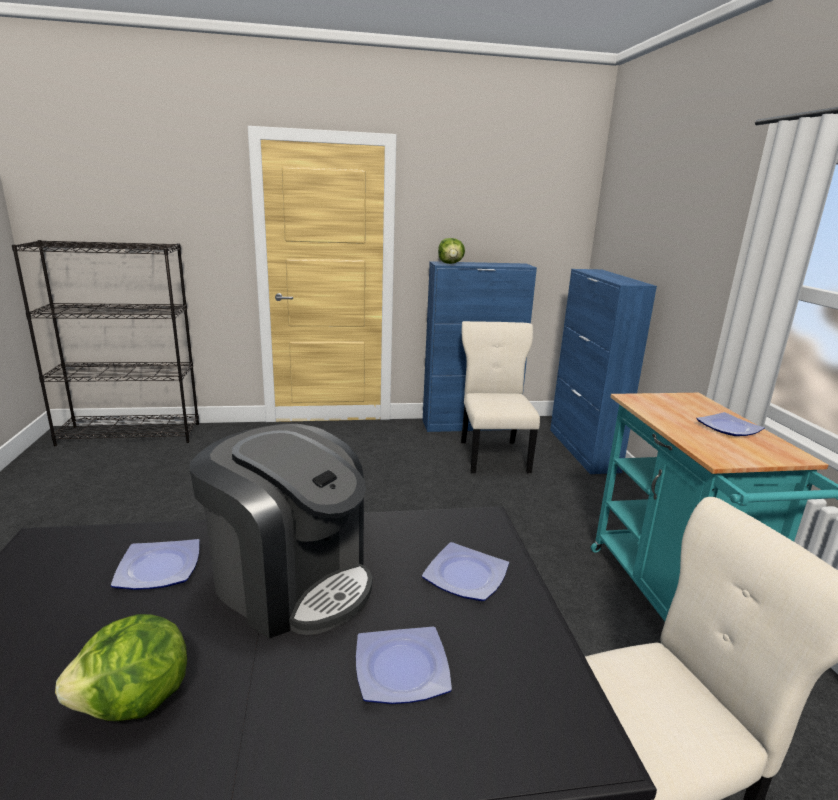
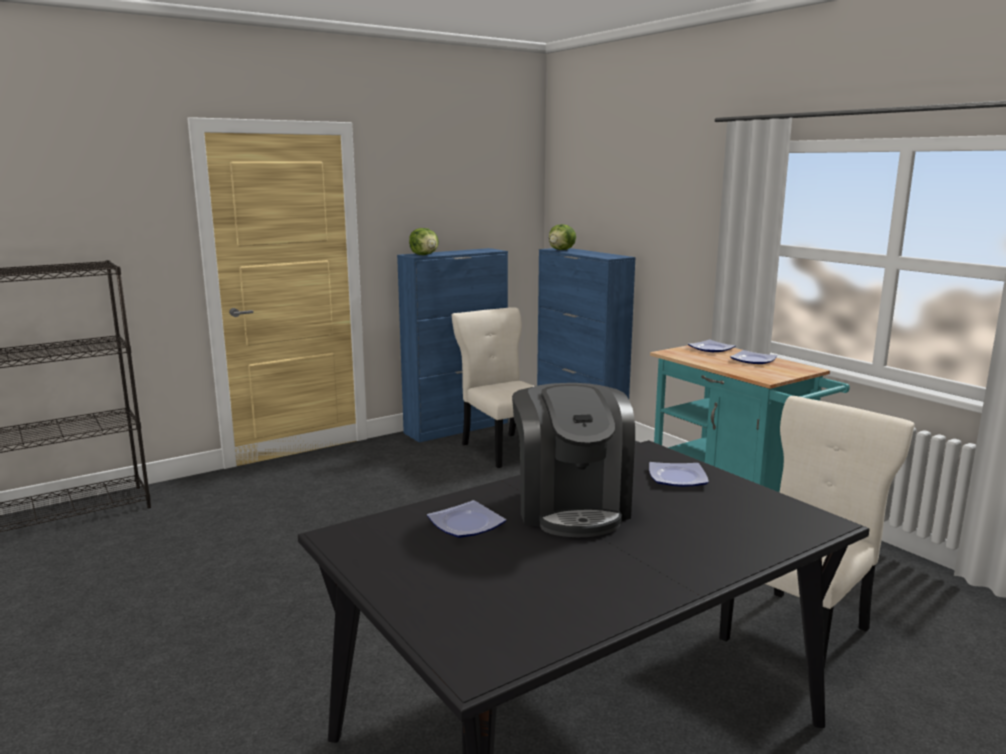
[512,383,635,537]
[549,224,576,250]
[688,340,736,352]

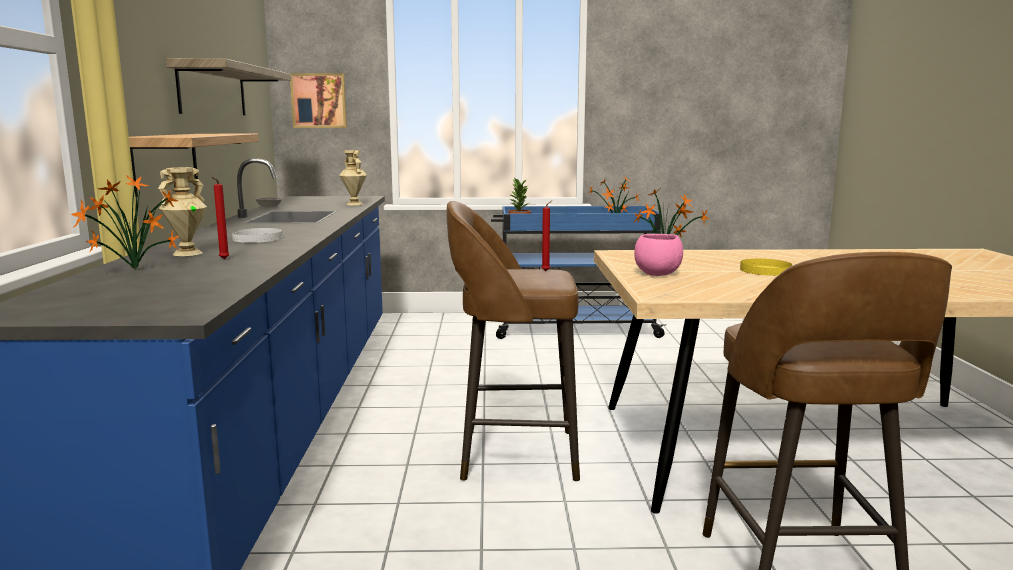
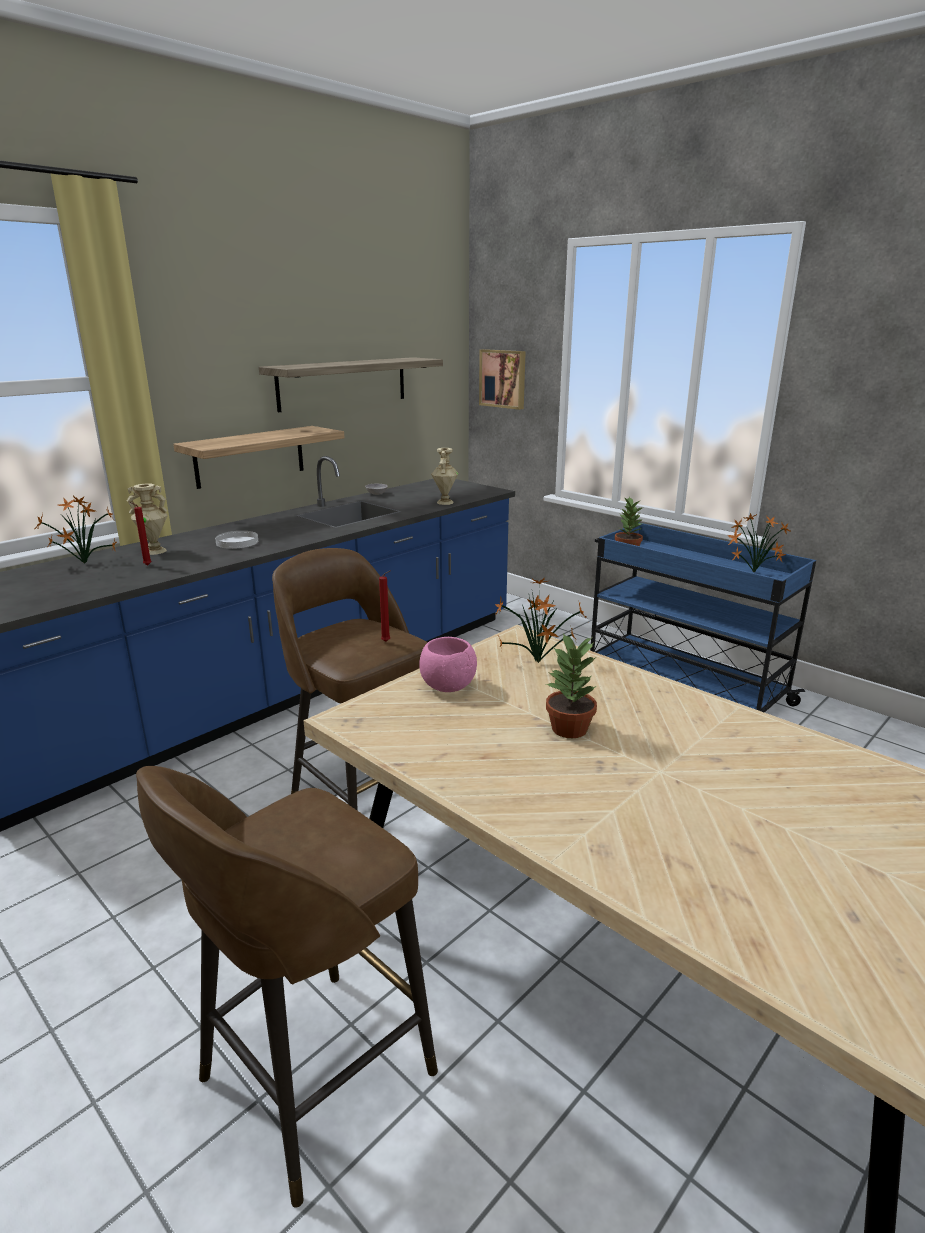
[546,633,597,738]

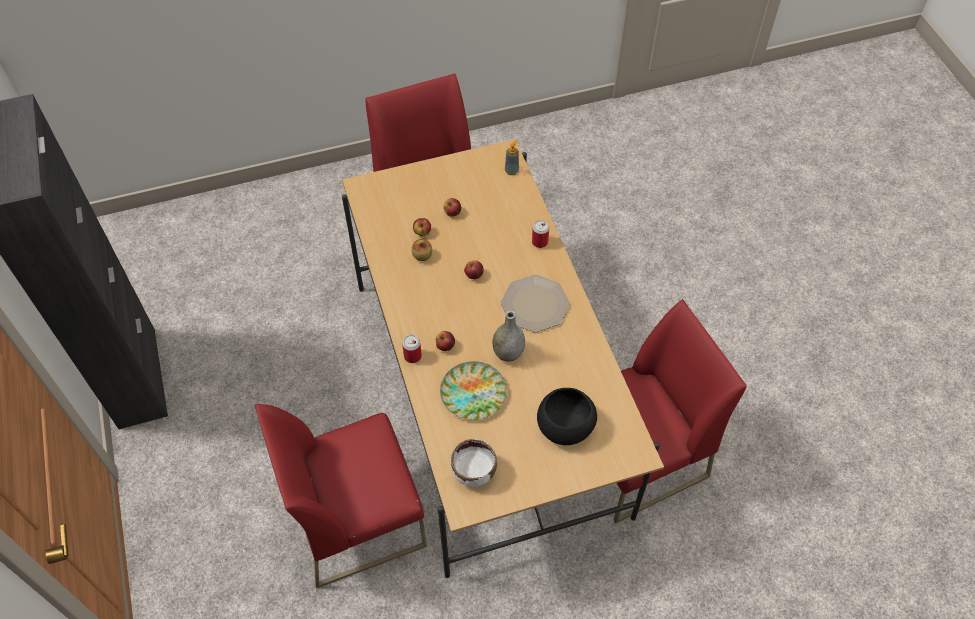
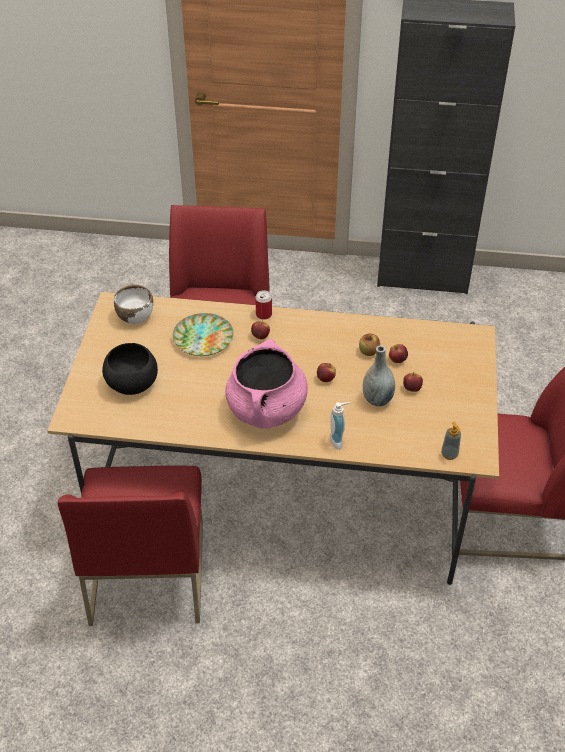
[225,339,308,429]
[330,402,350,450]
[363,345,395,406]

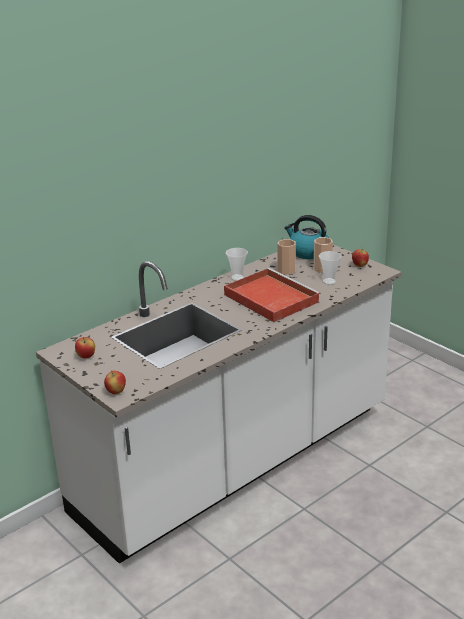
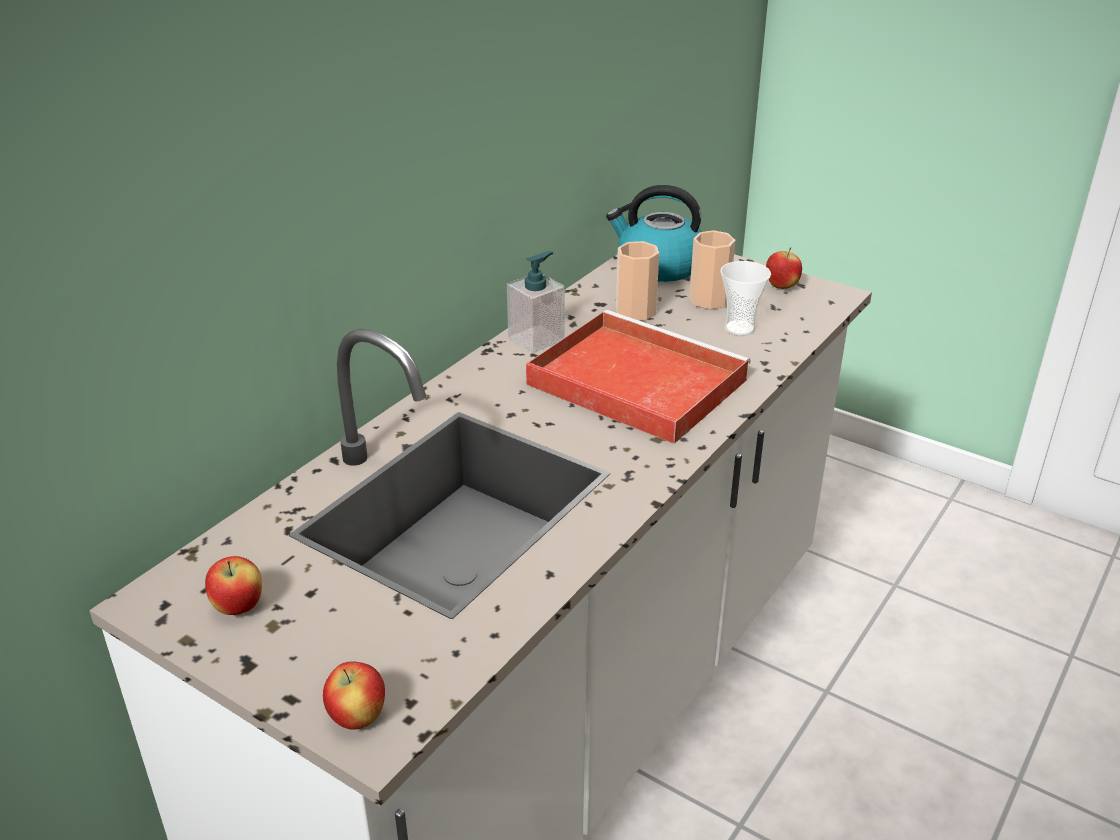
[507,251,565,353]

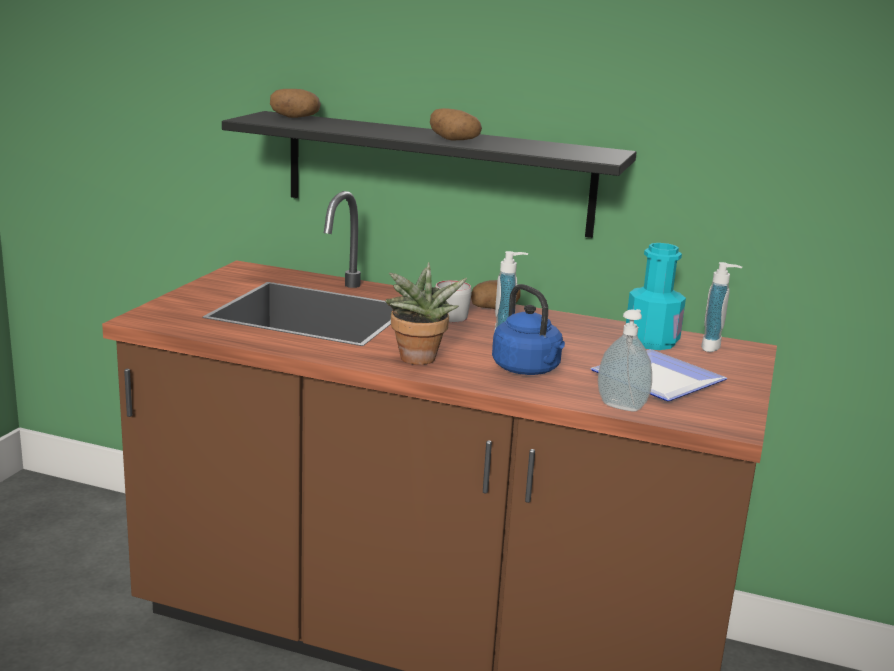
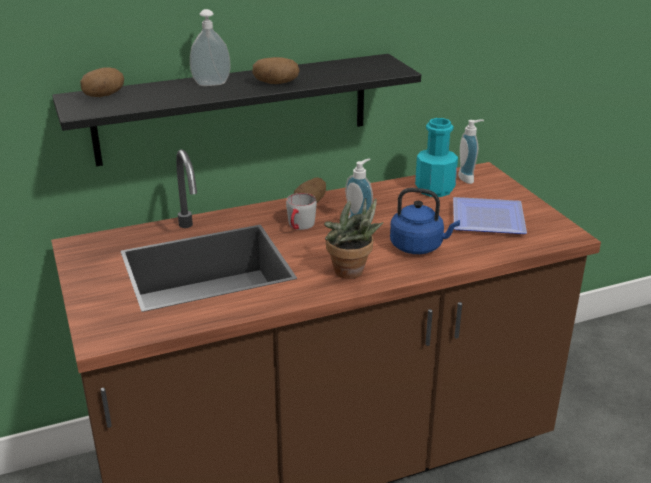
[190,9,231,86]

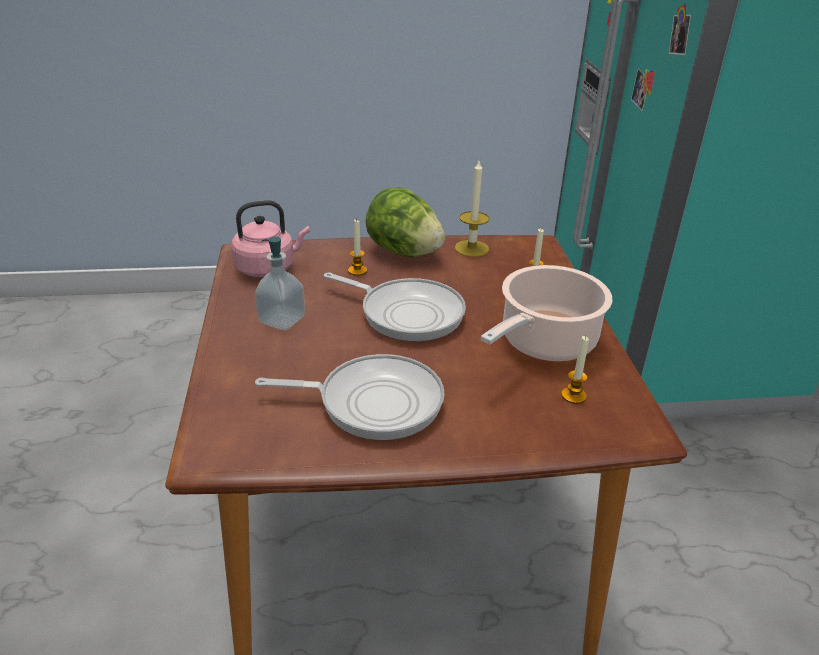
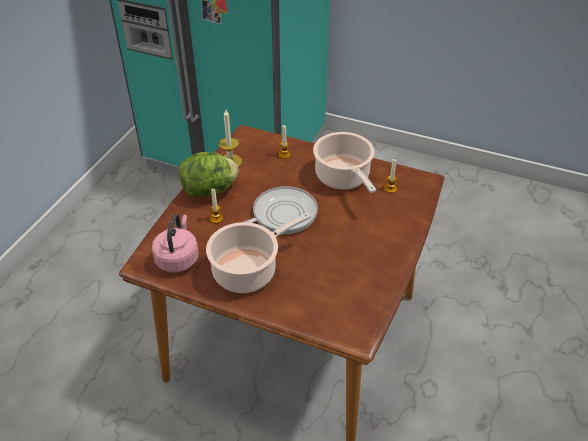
[206,212,311,293]
[255,354,445,440] (first image)

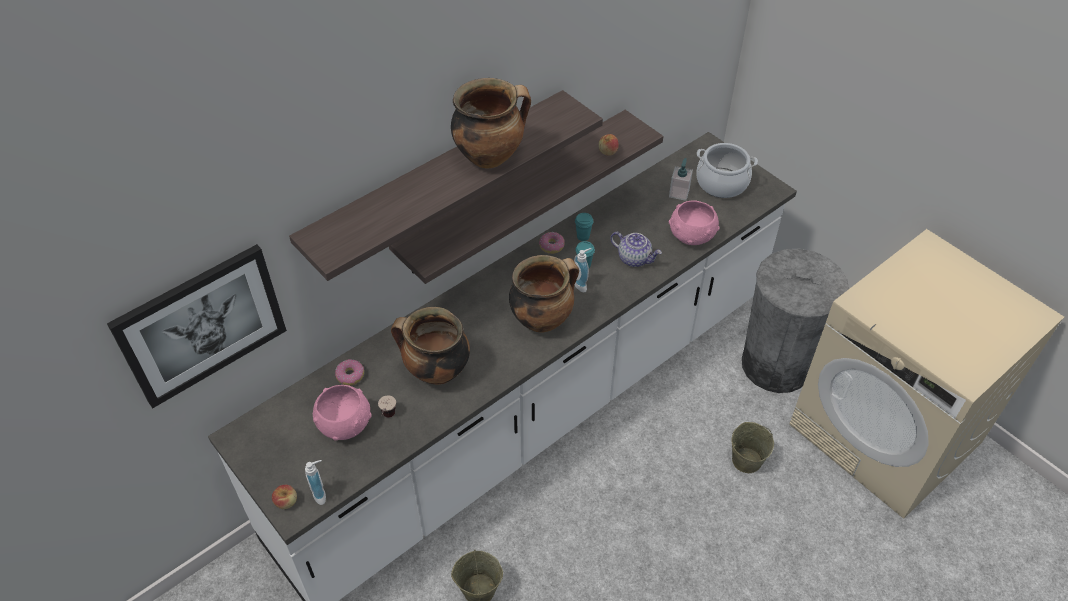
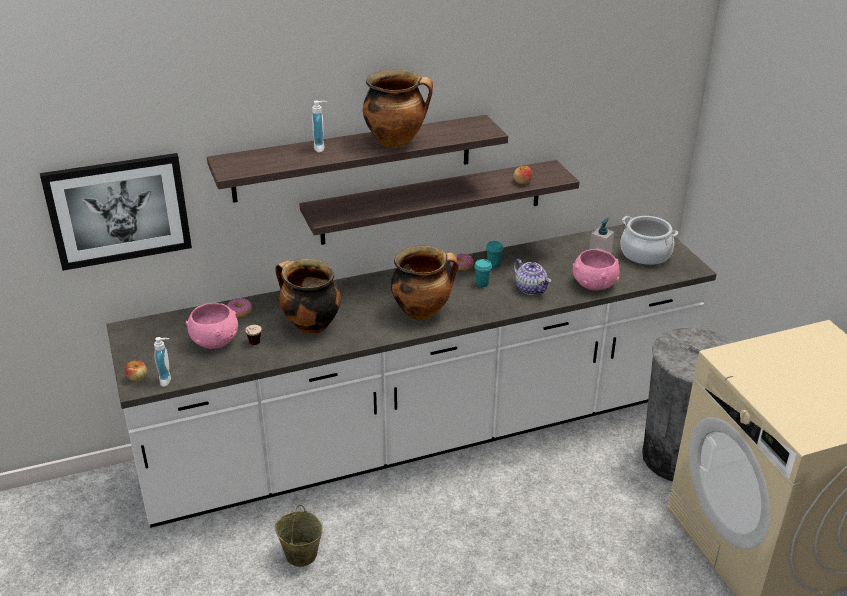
[312,101,327,153]
[731,422,774,473] (first image)

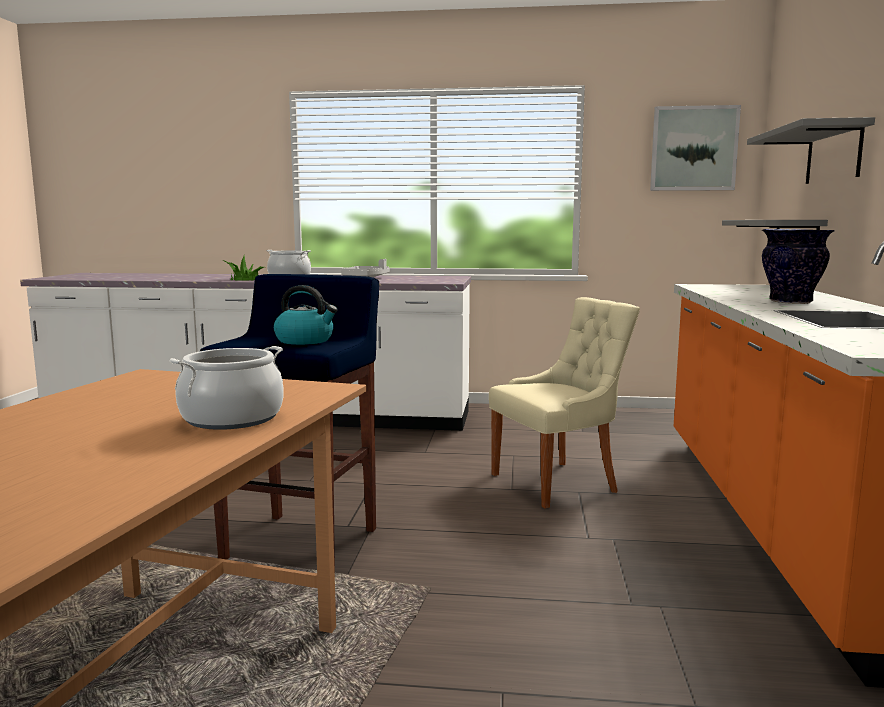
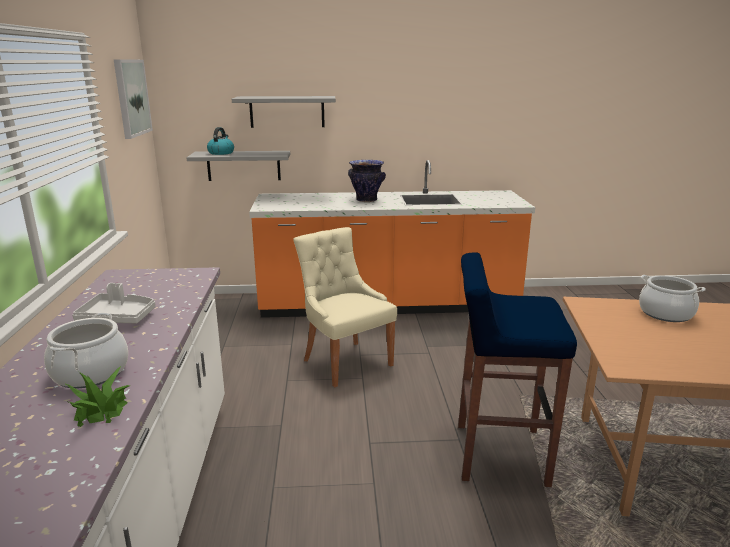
[207,127,234,155]

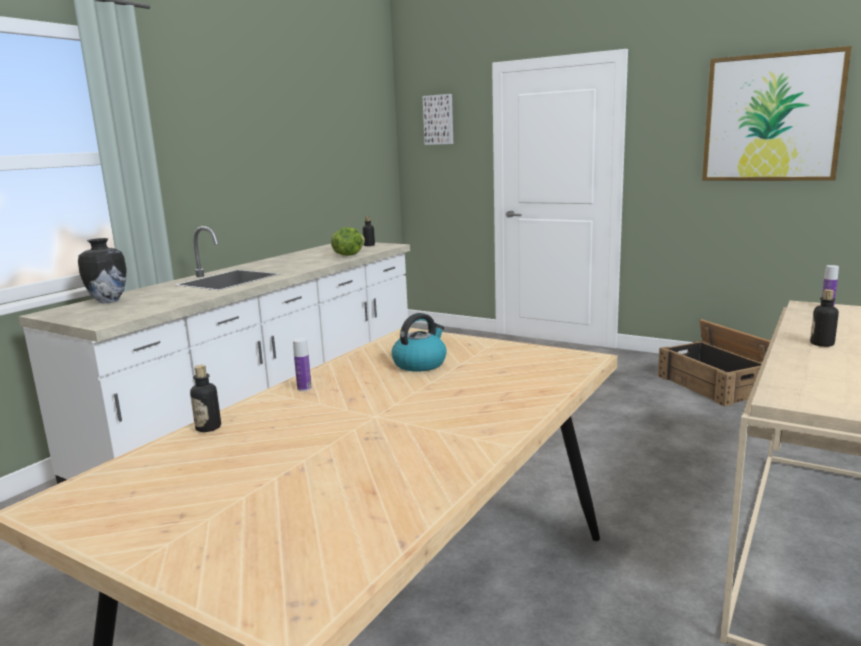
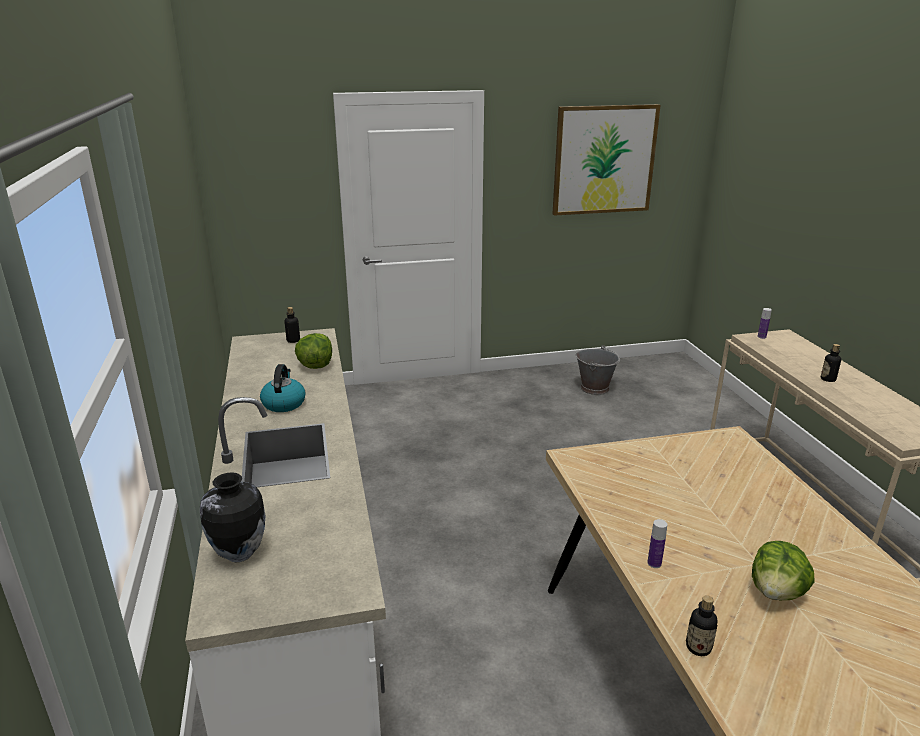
[260,364,305,412]
[575,345,620,395]
[752,541,815,600]
[423,94,453,145] (first image)

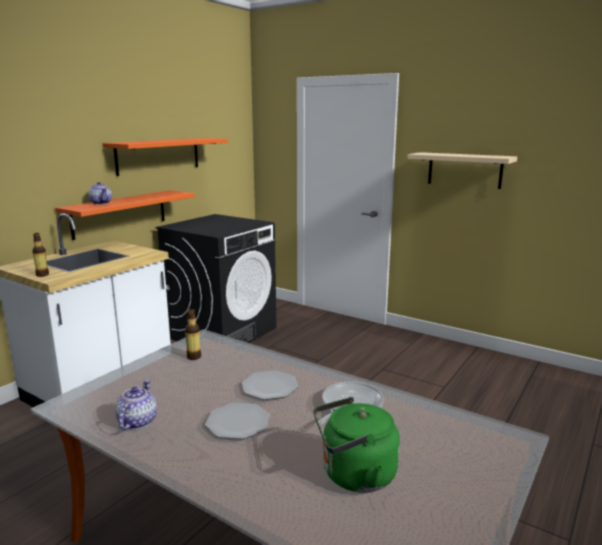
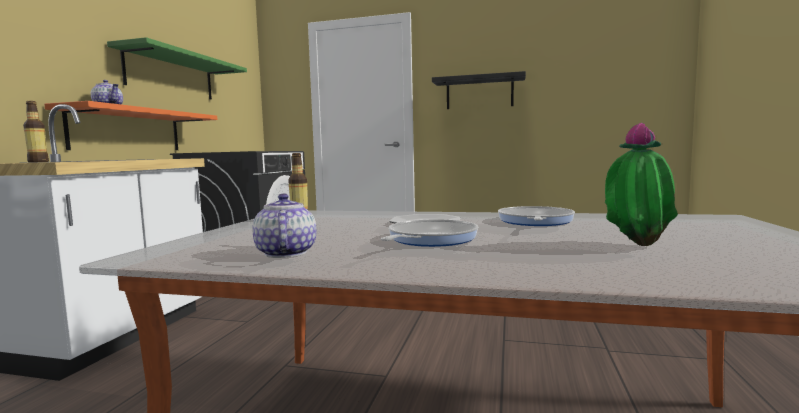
[107,37,247,99]
[381,219,478,247]
[432,71,526,109]
[605,122,678,246]

